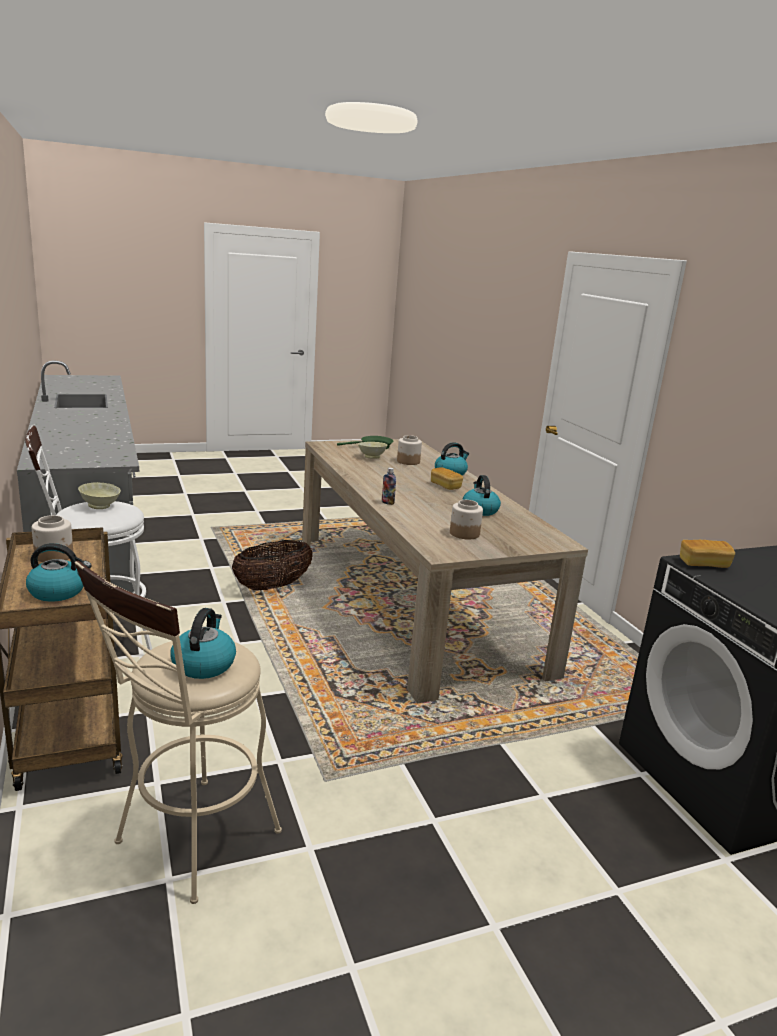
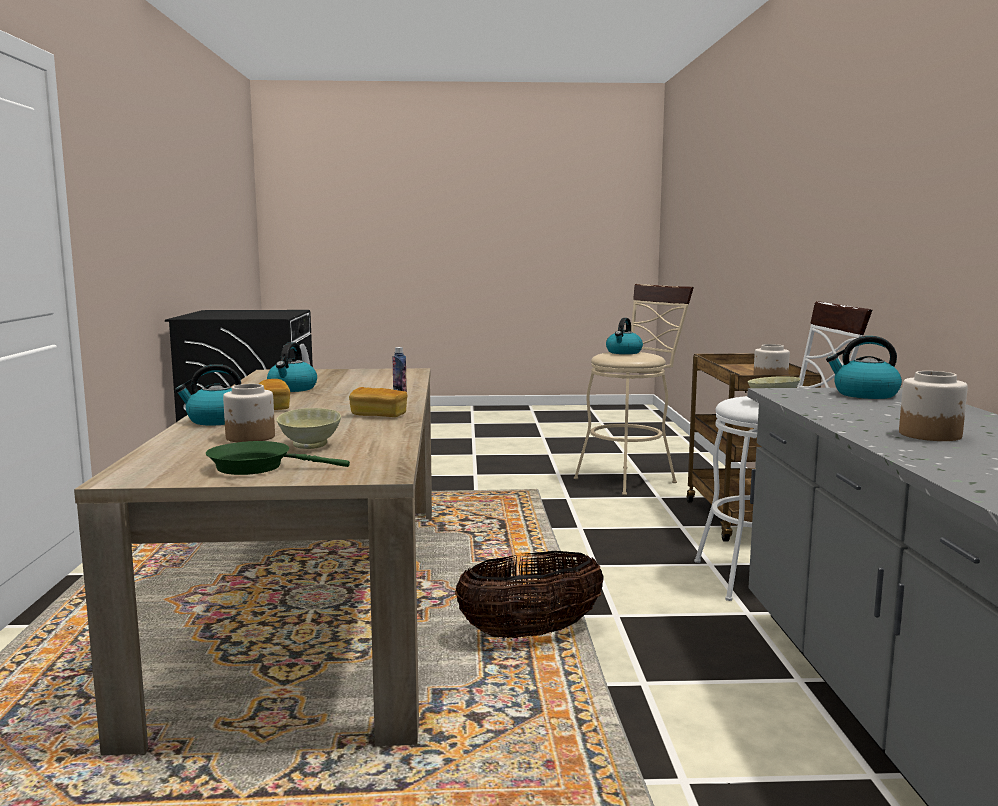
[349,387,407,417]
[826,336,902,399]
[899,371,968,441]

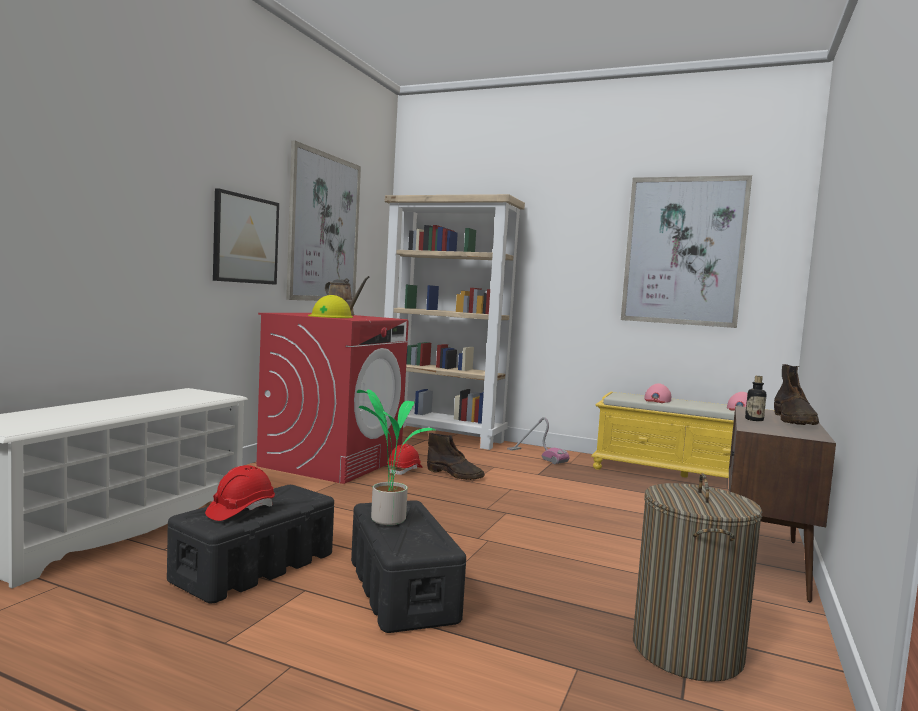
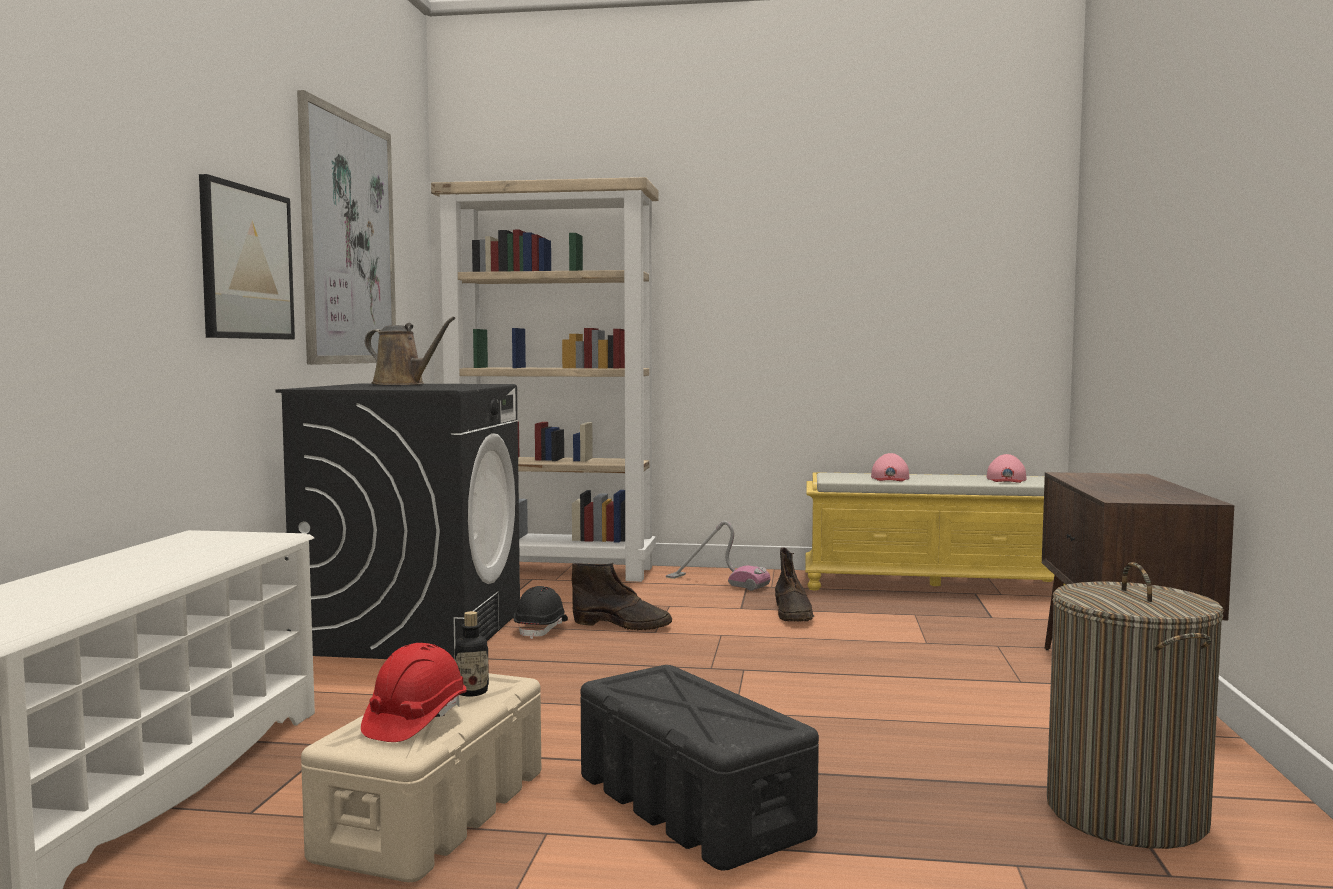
[275,383,520,660]
[301,673,541,882]
[455,611,489,697]
[513,586,568,639]
[775,547,814,622]
[308,295,353,318] (first image)
[357,389,437,525] (first image)
[621,175,752,328] (first image)

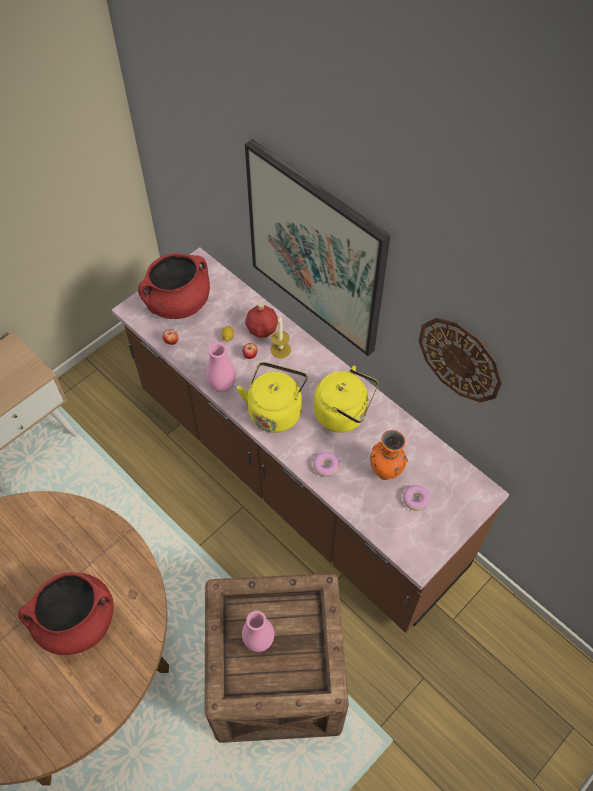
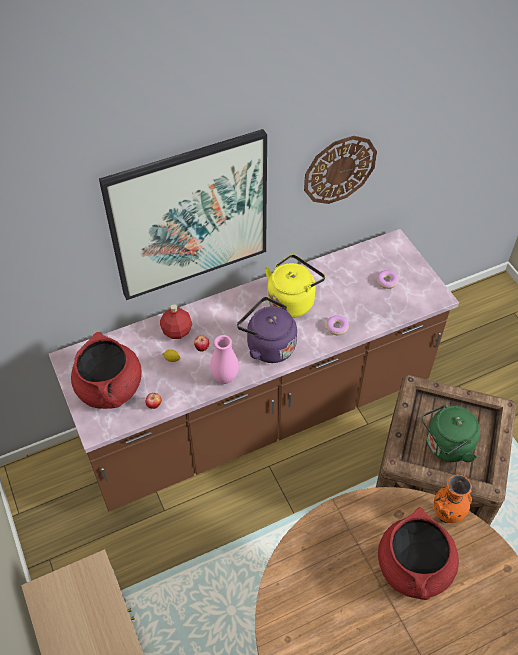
[237,297,297,363]
[422,404,480,462]
[434,474,472,523]
[271,317,291,358] (first image)

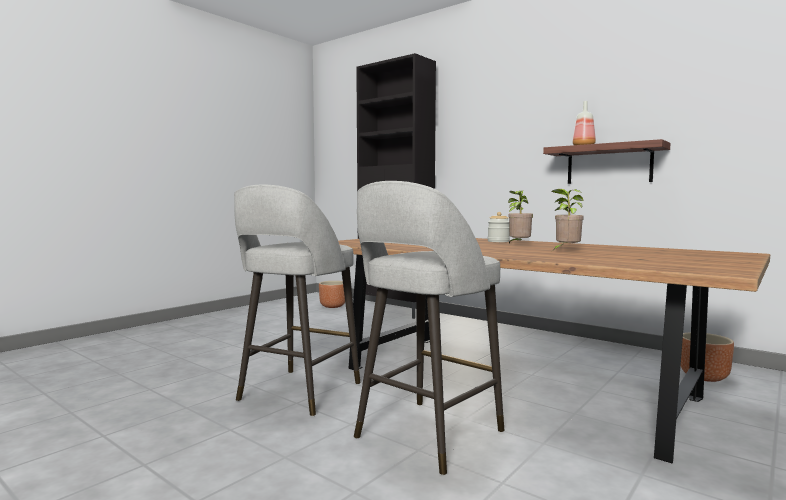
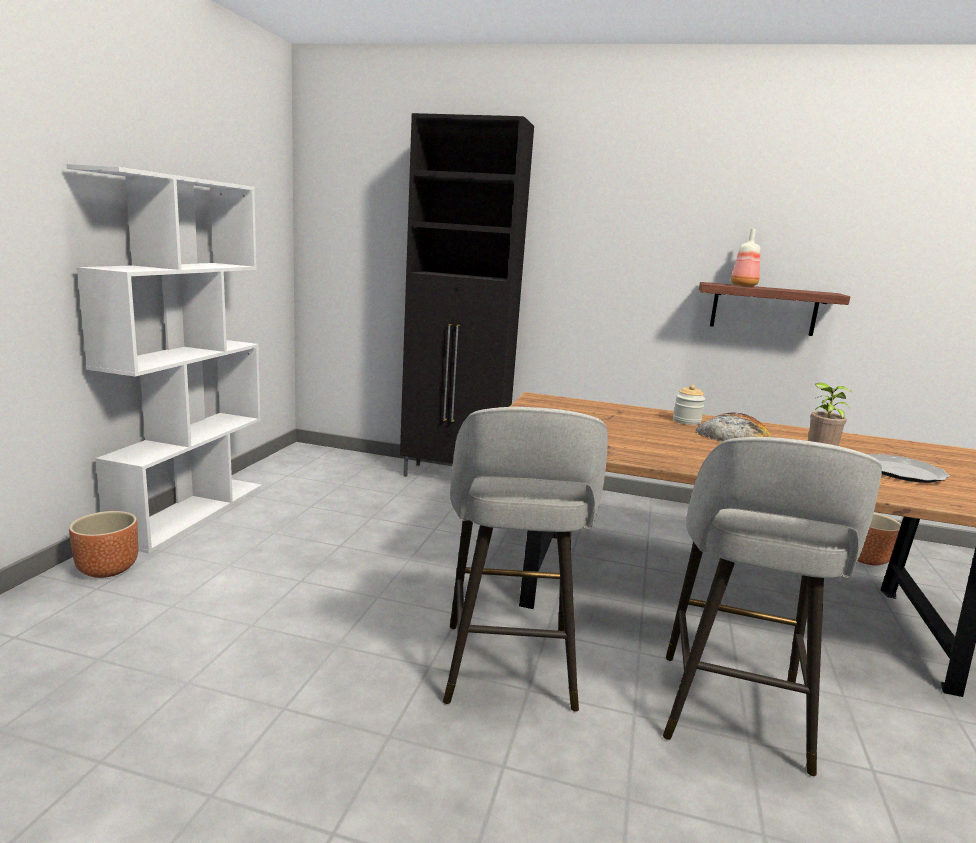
[67,164,262,554]
[69,511,138,578]
[695,412,771,442]
[867,454,950,483]

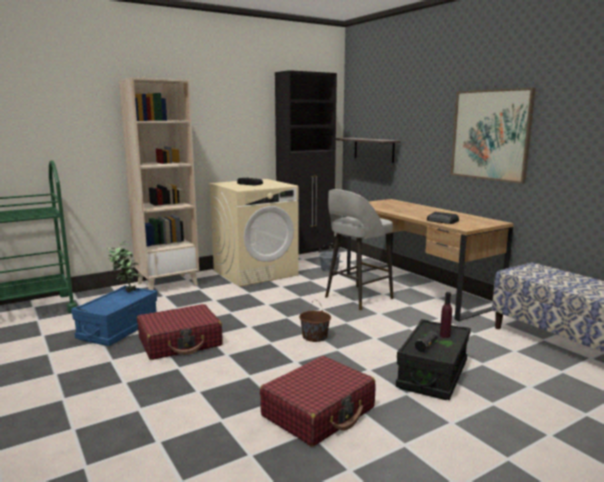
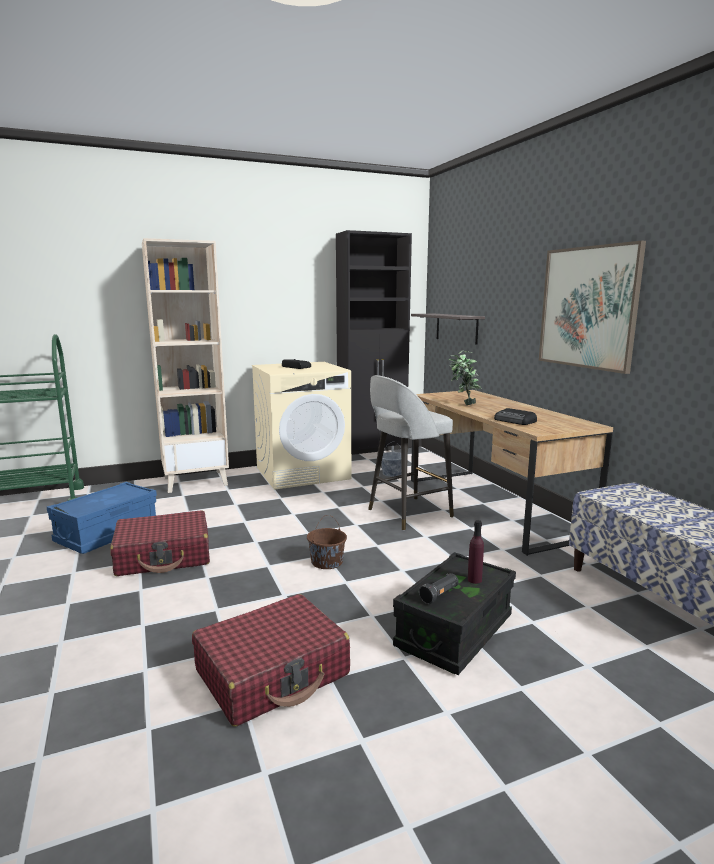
[448,350,482,405]

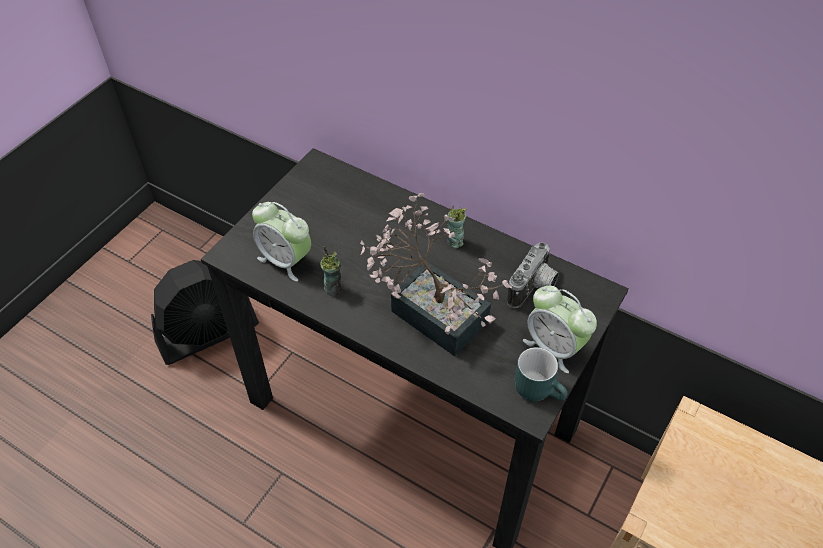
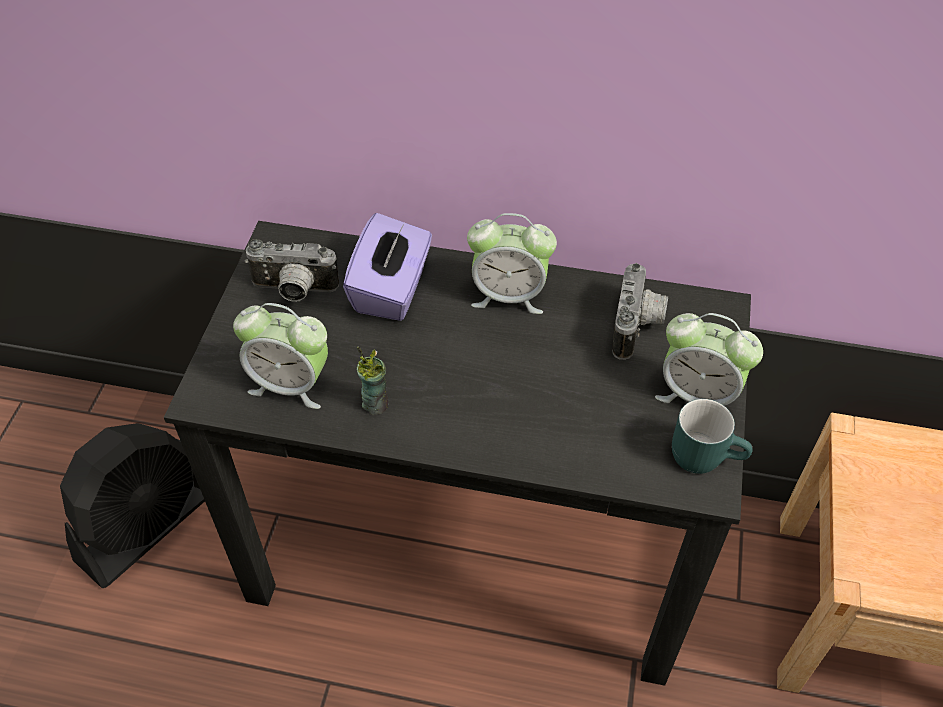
[244,239,339,302]
[343,213,432,321]
[467,213,557,314]
[360,193,512,356] (first image)

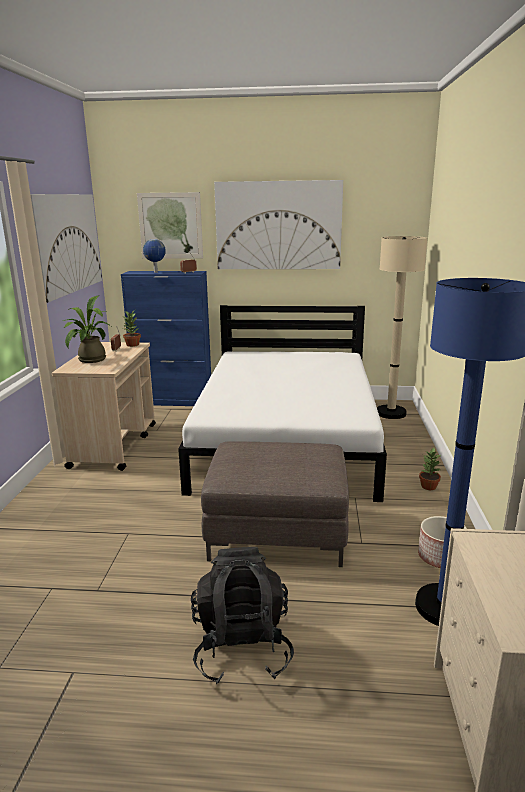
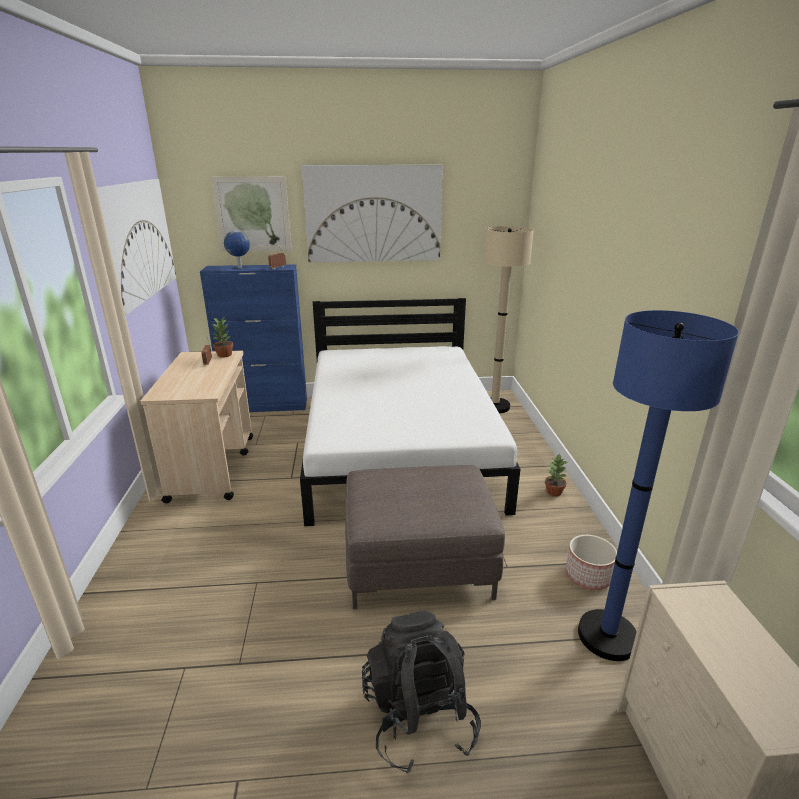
[62,295,111,363] (first image)

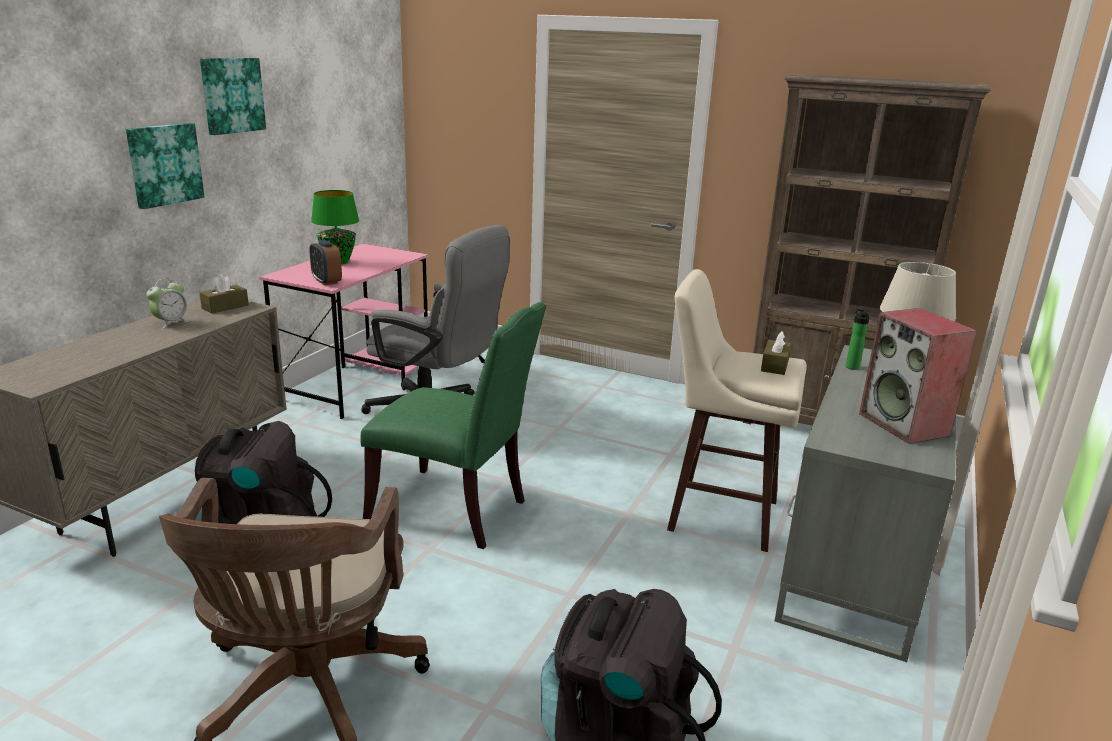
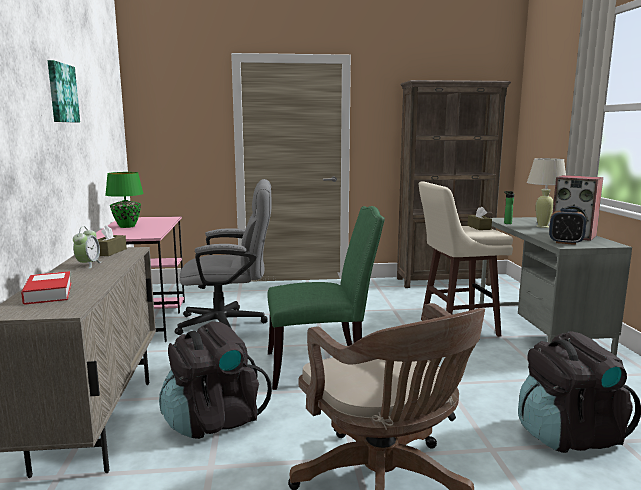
[21,271,71,305]
[549,209,586,245]
[126,123,204,209] (first image)

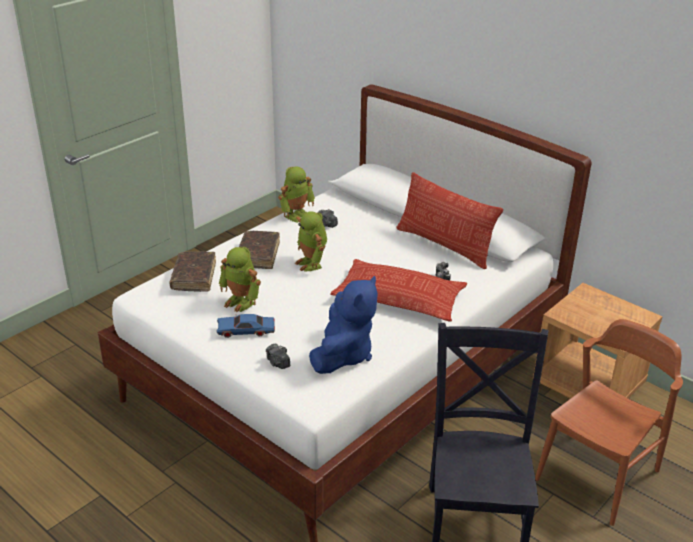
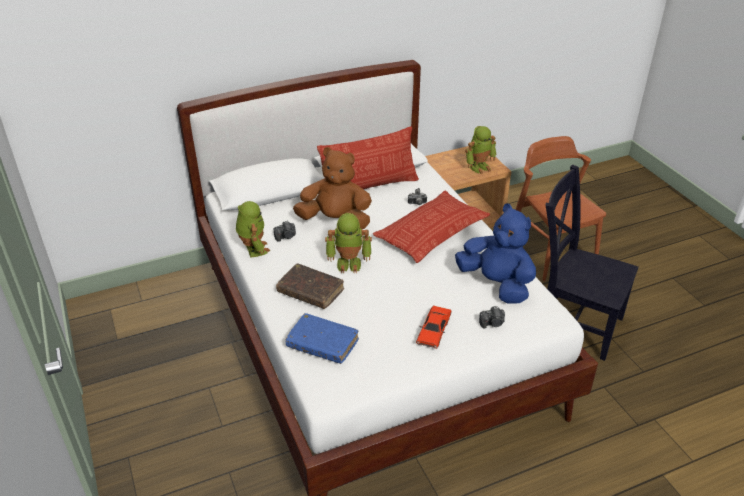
[285,313,359,364]
[293,147,372,229]
[416,305,452,349]
[465,126,497,174]

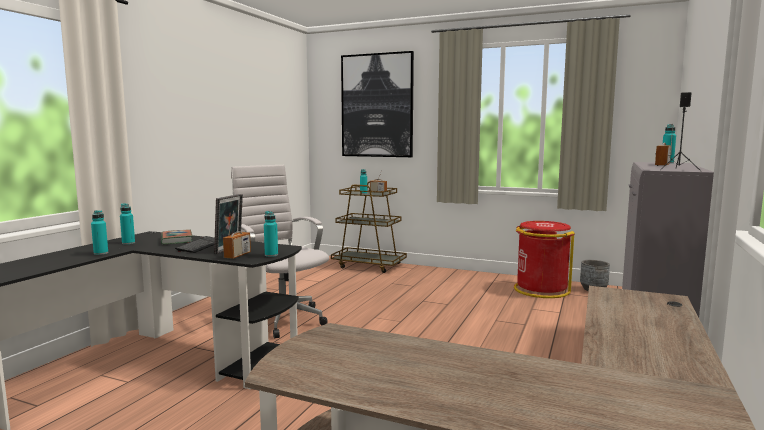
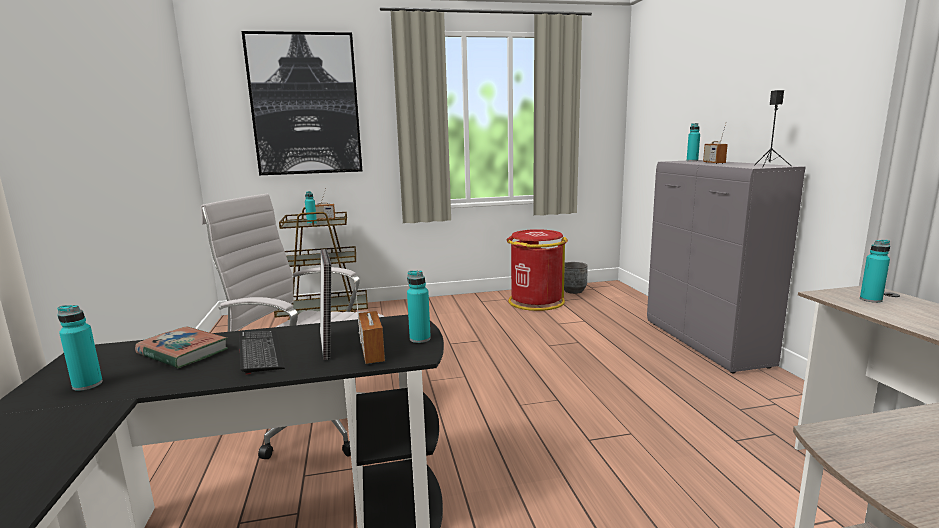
[860,240,890,303]

